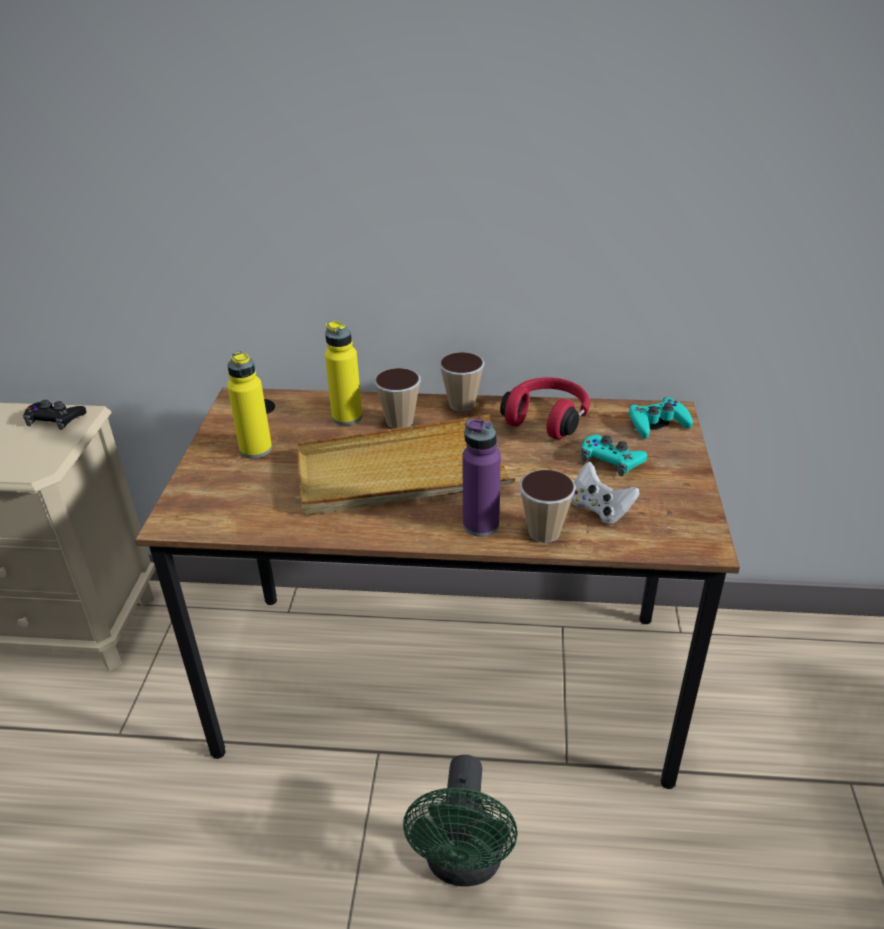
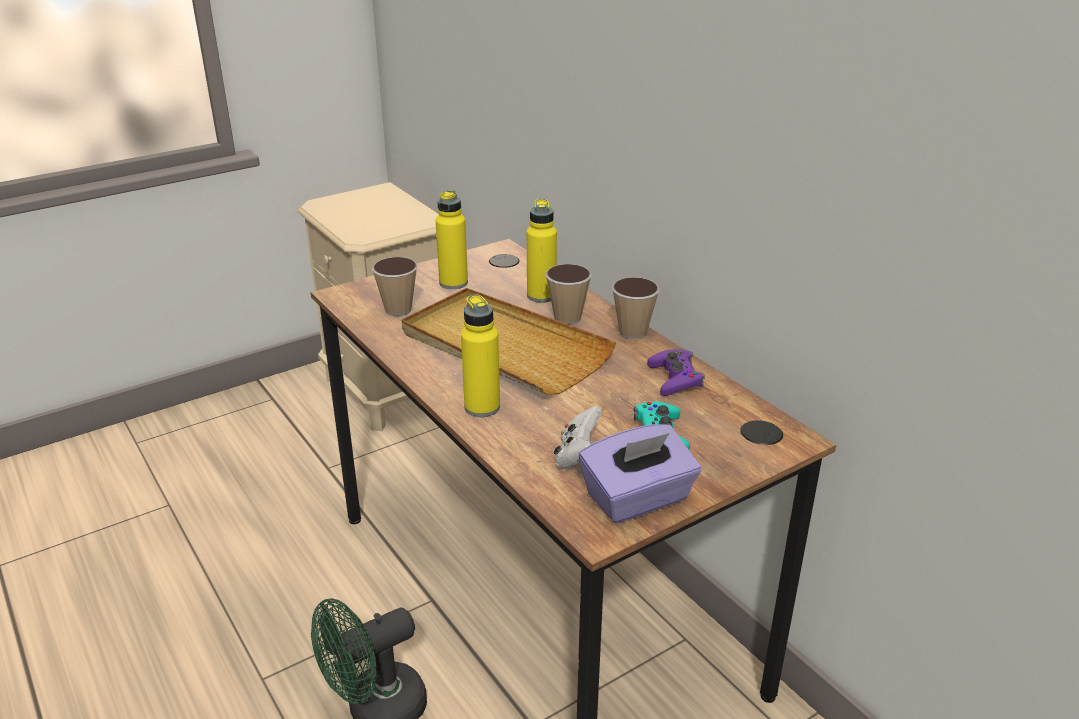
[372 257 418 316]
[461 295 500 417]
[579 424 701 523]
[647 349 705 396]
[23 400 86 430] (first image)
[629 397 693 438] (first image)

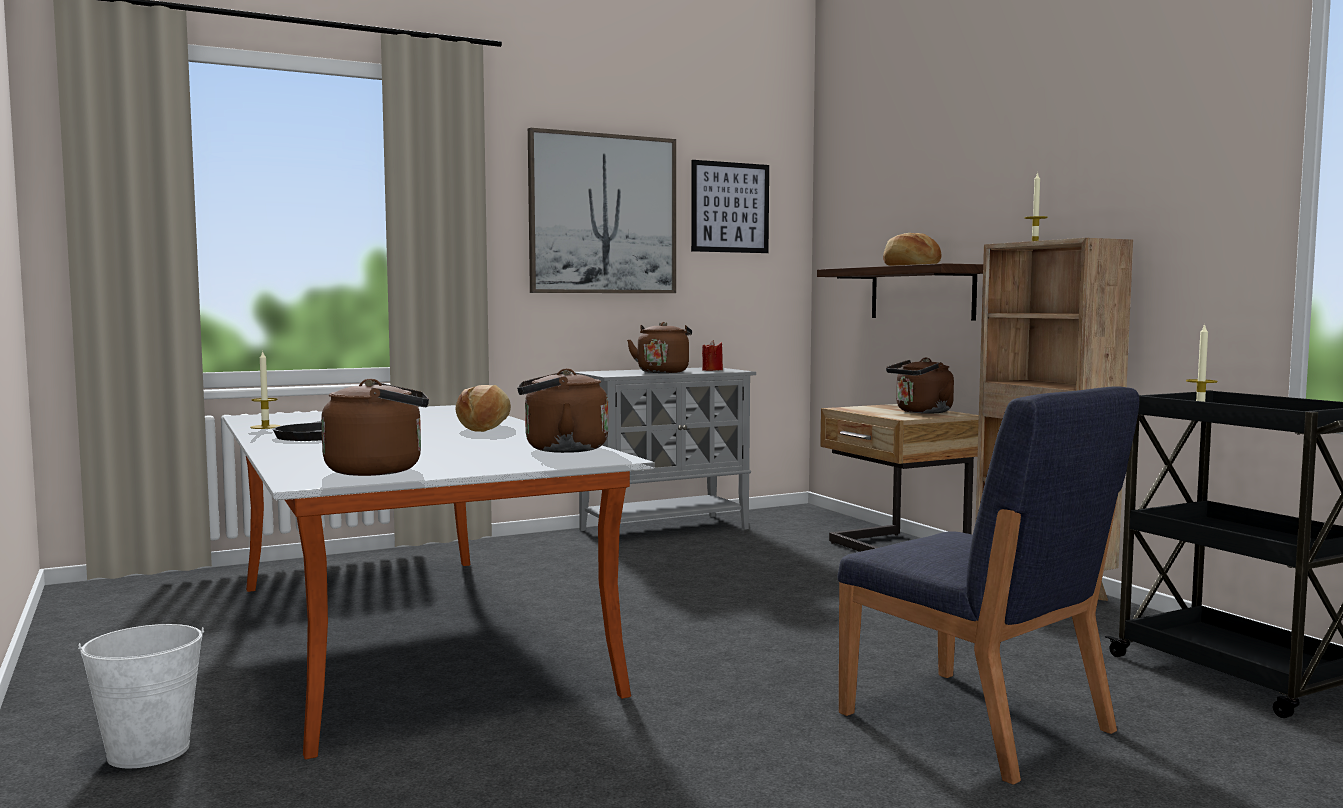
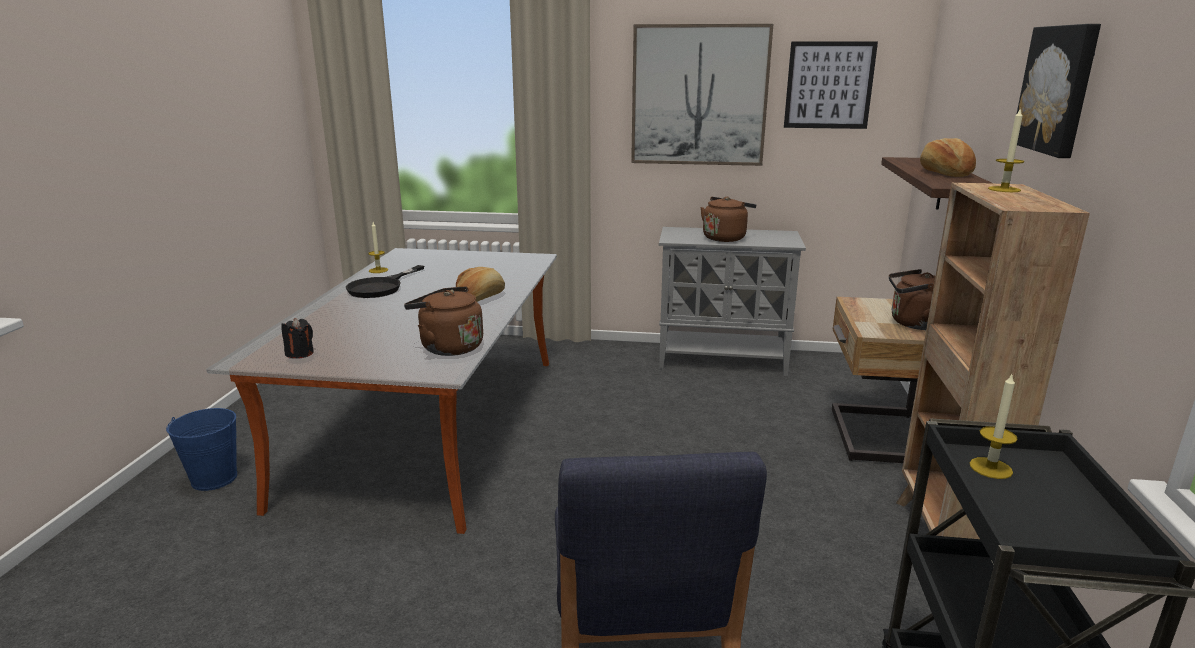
[166 408 237 491]
[281 318 314 358]
[1016 24 1101 158]
[702 340 723 371] (first image)

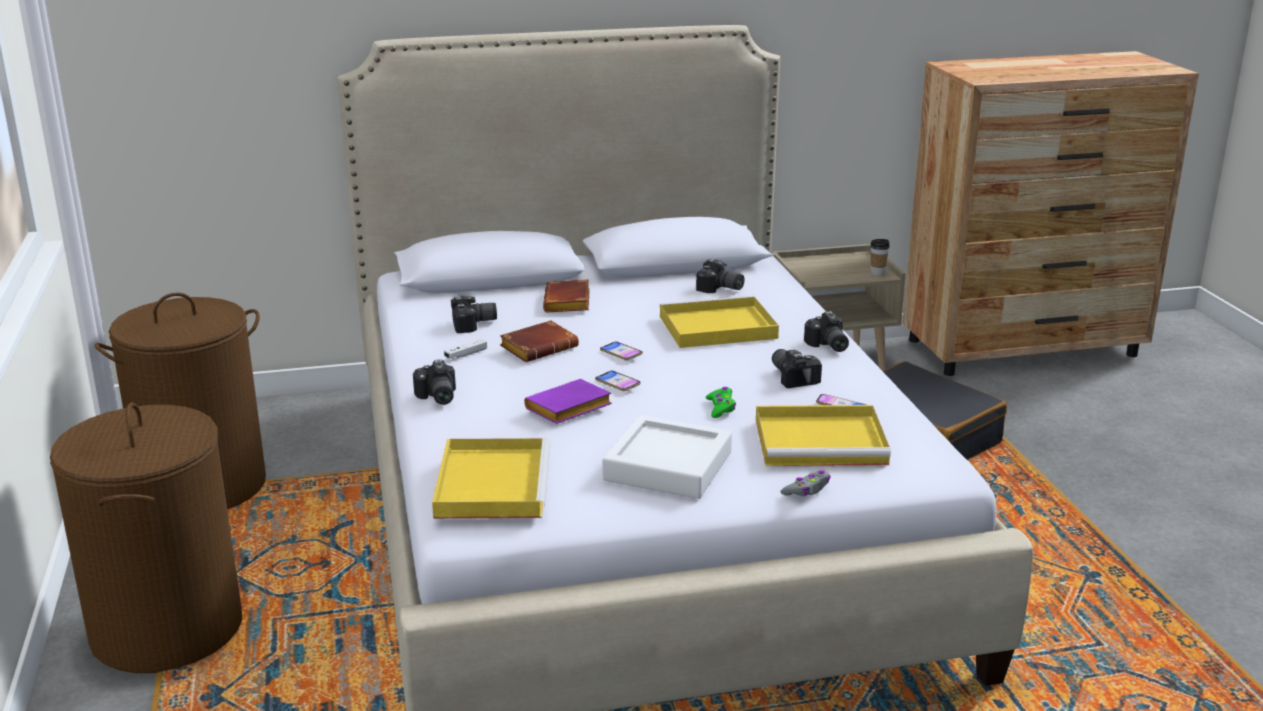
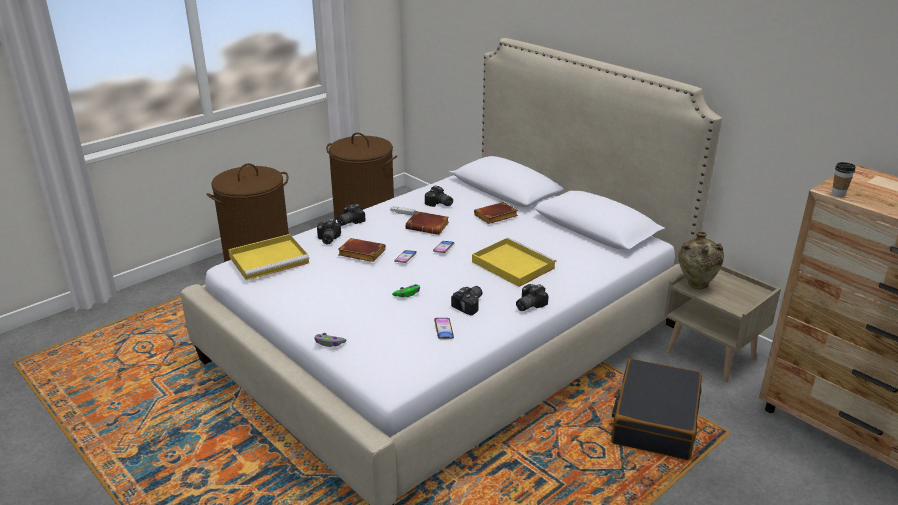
[317 219 341 244]
[338 238 386 262]
[678 232 724 289]
[832 162 855 197]
[602 415 732 499] (first image)
[756 405 891 466] (first image)

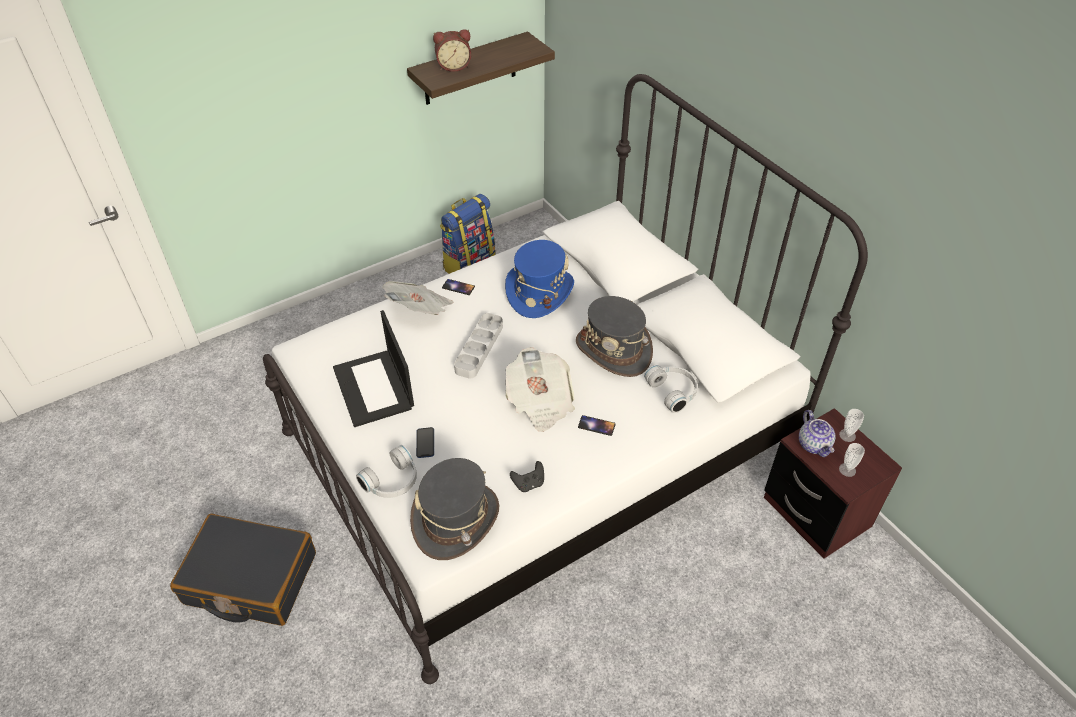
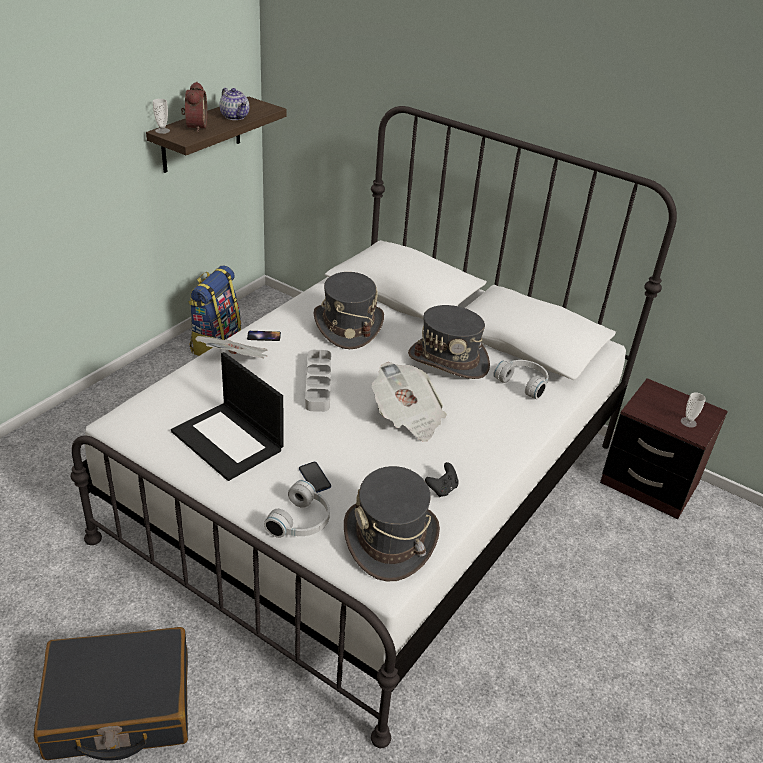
[153 99 170 134]
[181 82 207 132]
[219 88 249 120]
[314 272 384 349]
[578 415 616 436] (first image)

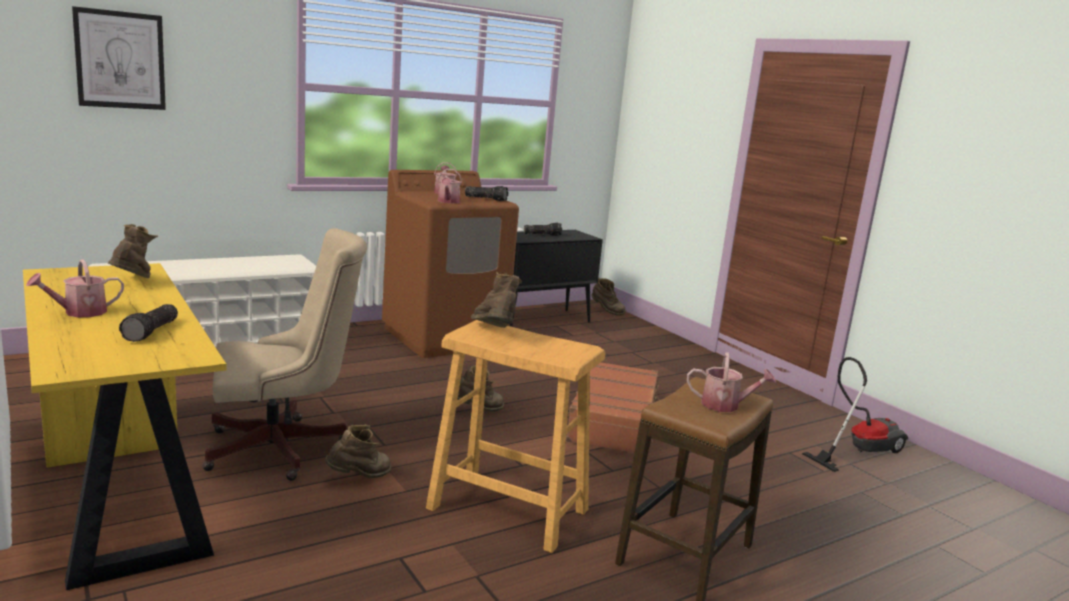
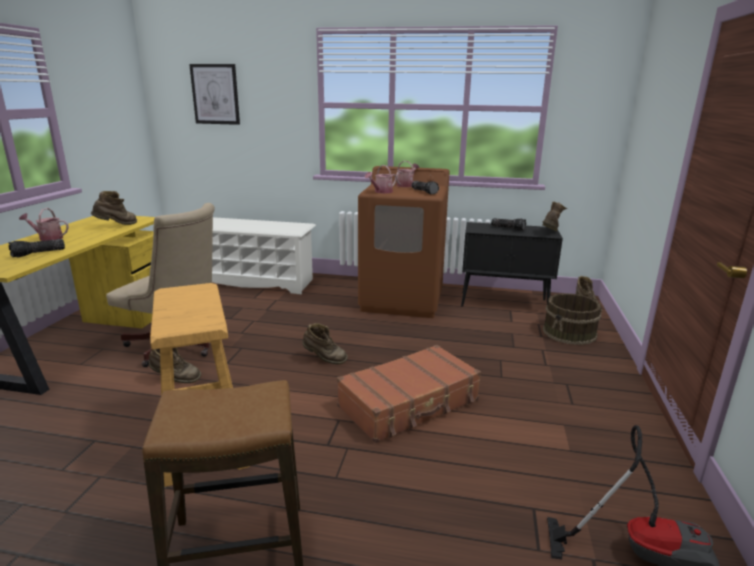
[542 201 567 231]
[543 293 602 345]
[687 352 776 412] (first image)

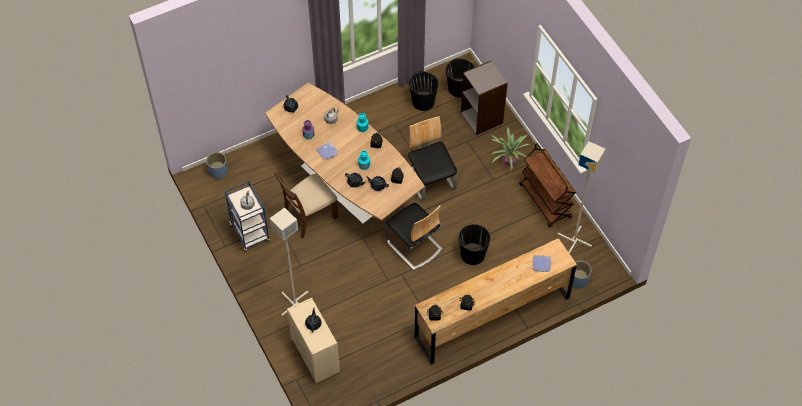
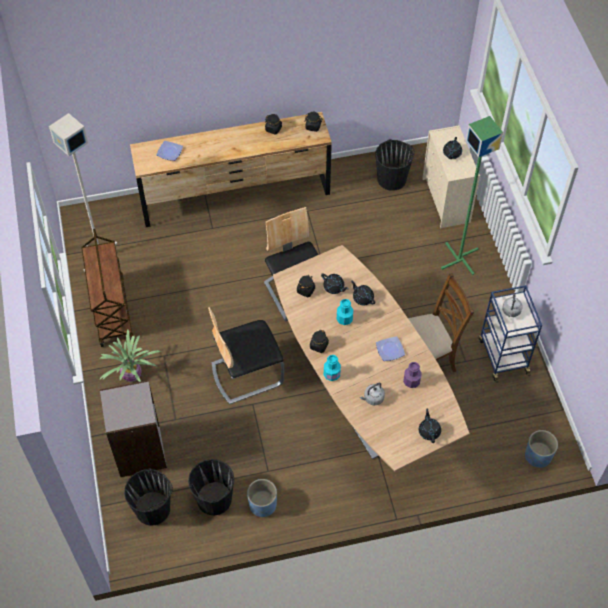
[208 307 284 405]
[247 479 277 517]
[375 139 415 191]
[441 116 503 275]

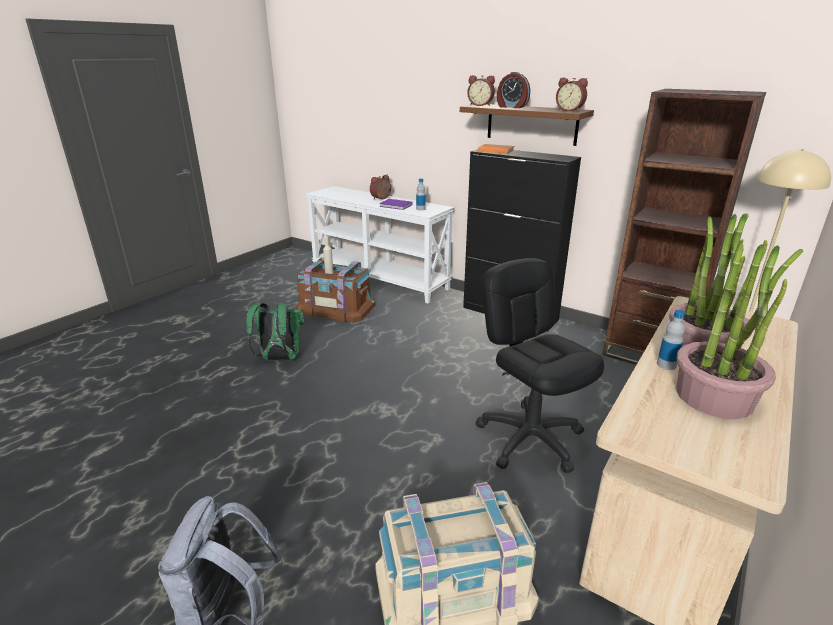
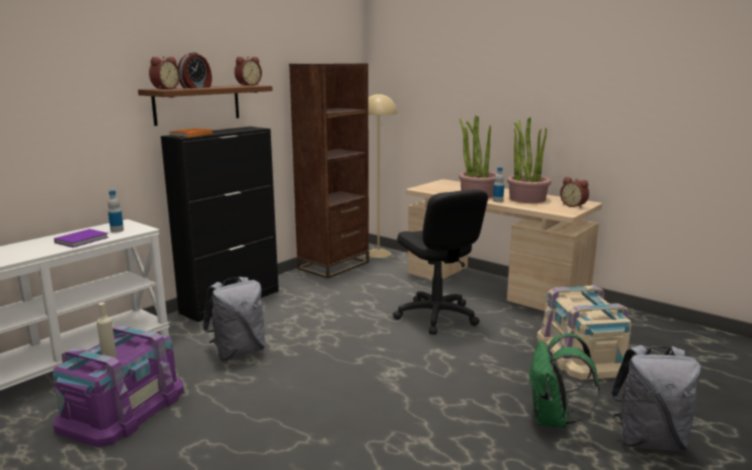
[53 325 184 447]
[203 277 265 361]
[393 189 488 335]
[528 333 600 428]
[560 177 589 208]

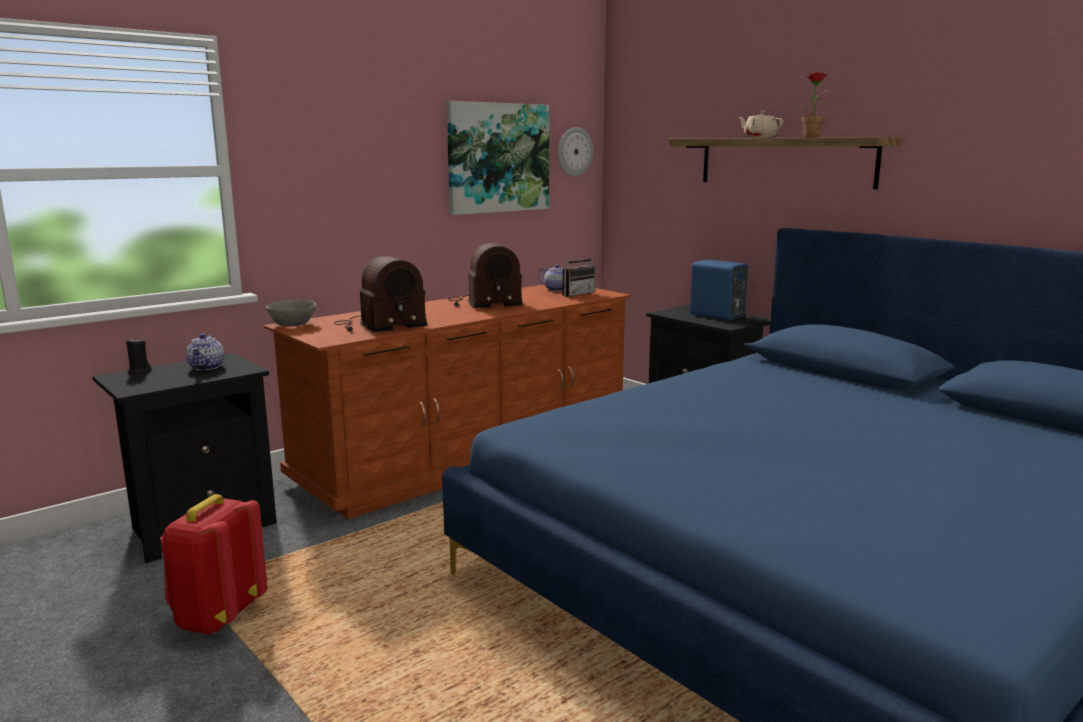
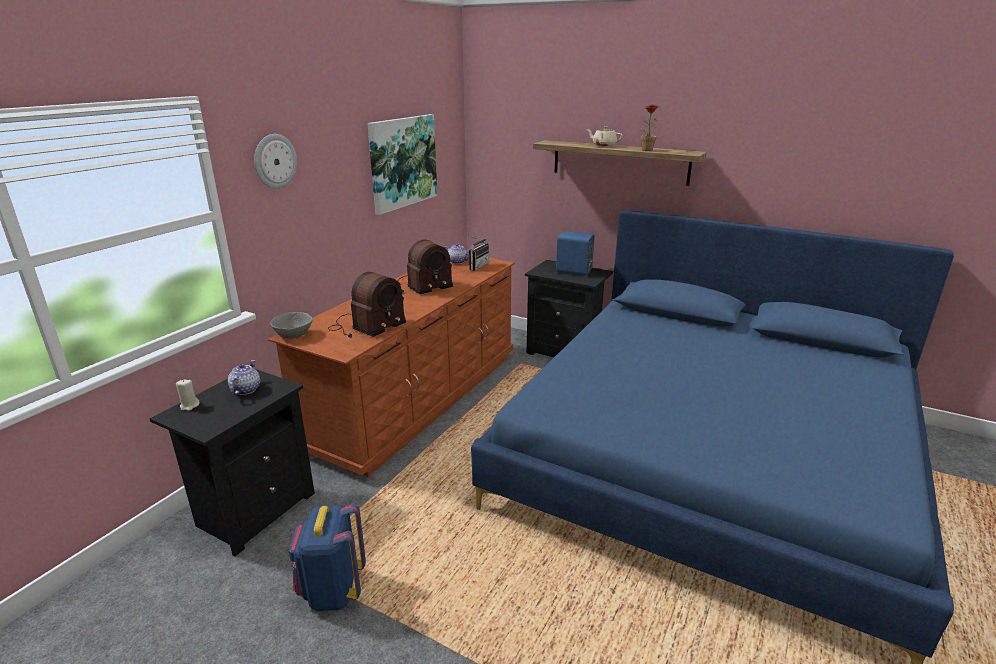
[176 379 200 411]
[228 360 260 395]
[254 134 297 189]
[289 504 366 611]

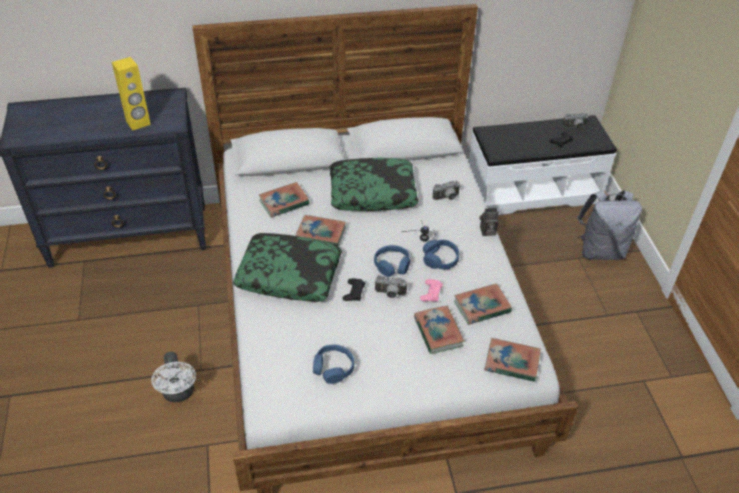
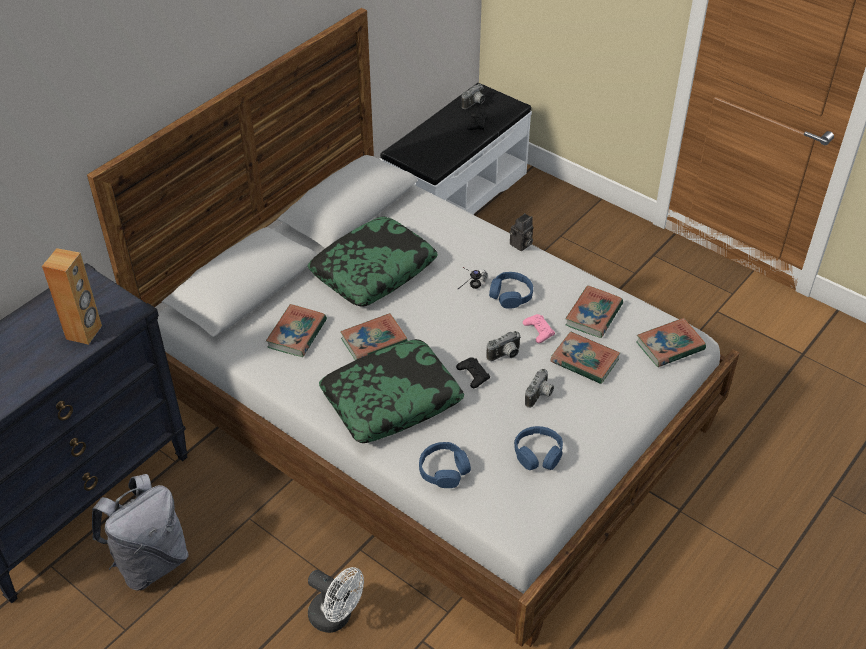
[42 248 102 345]
[92 474 188 591]
[419 442 471 488]
[525 369 554 408]

